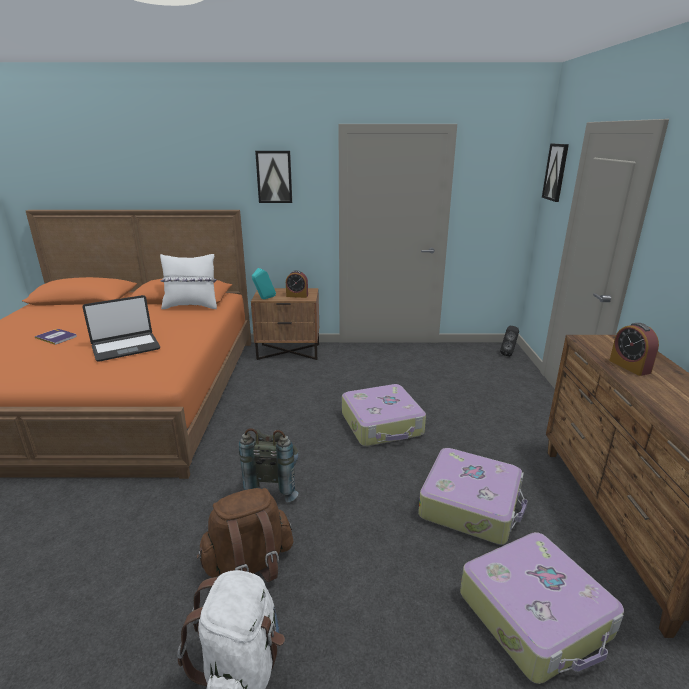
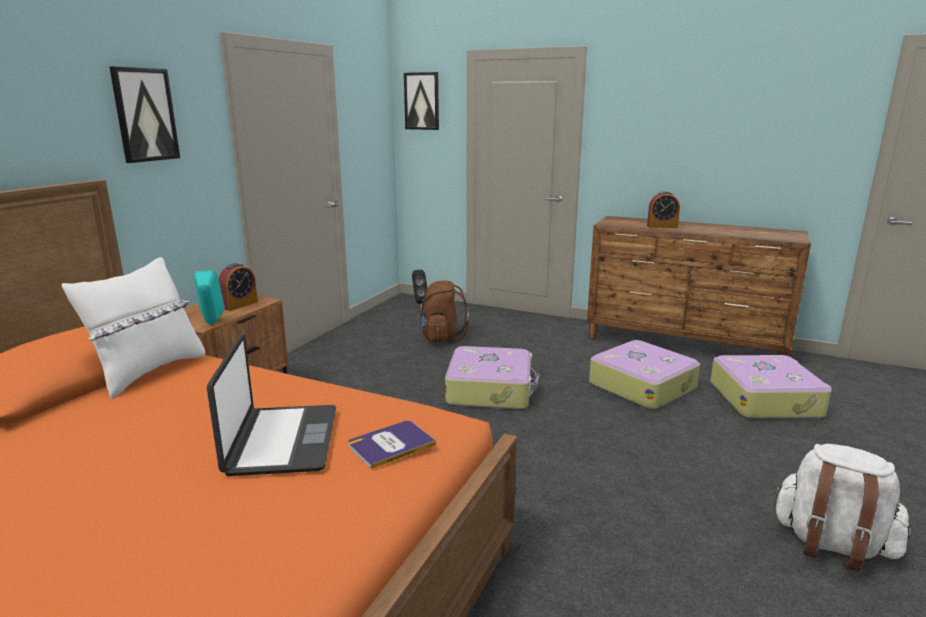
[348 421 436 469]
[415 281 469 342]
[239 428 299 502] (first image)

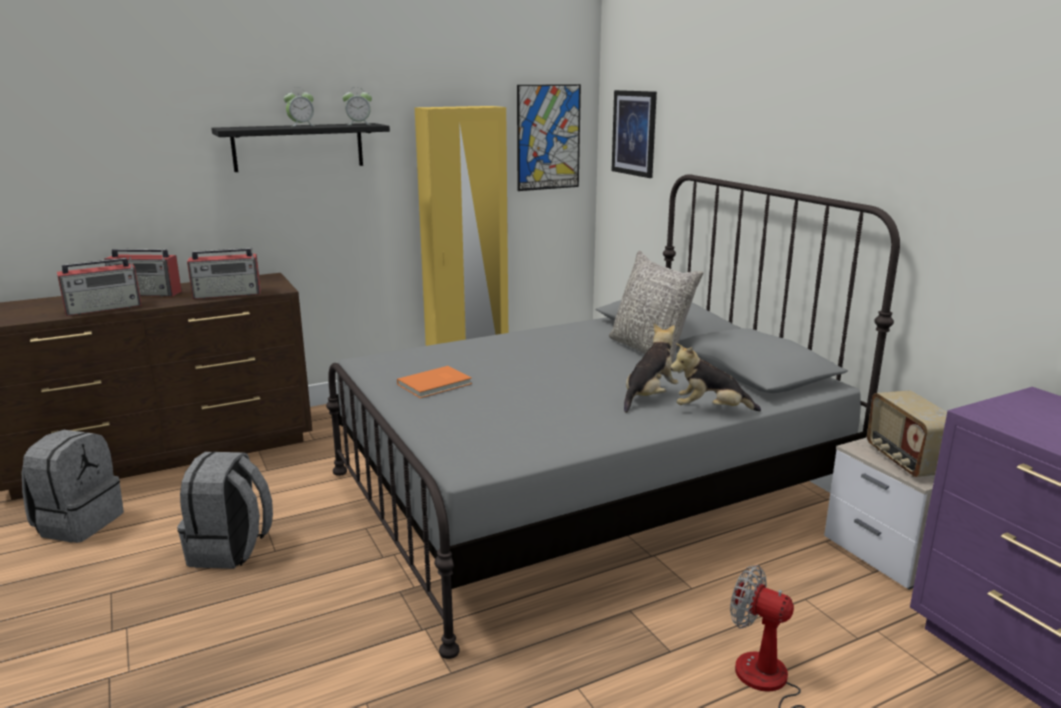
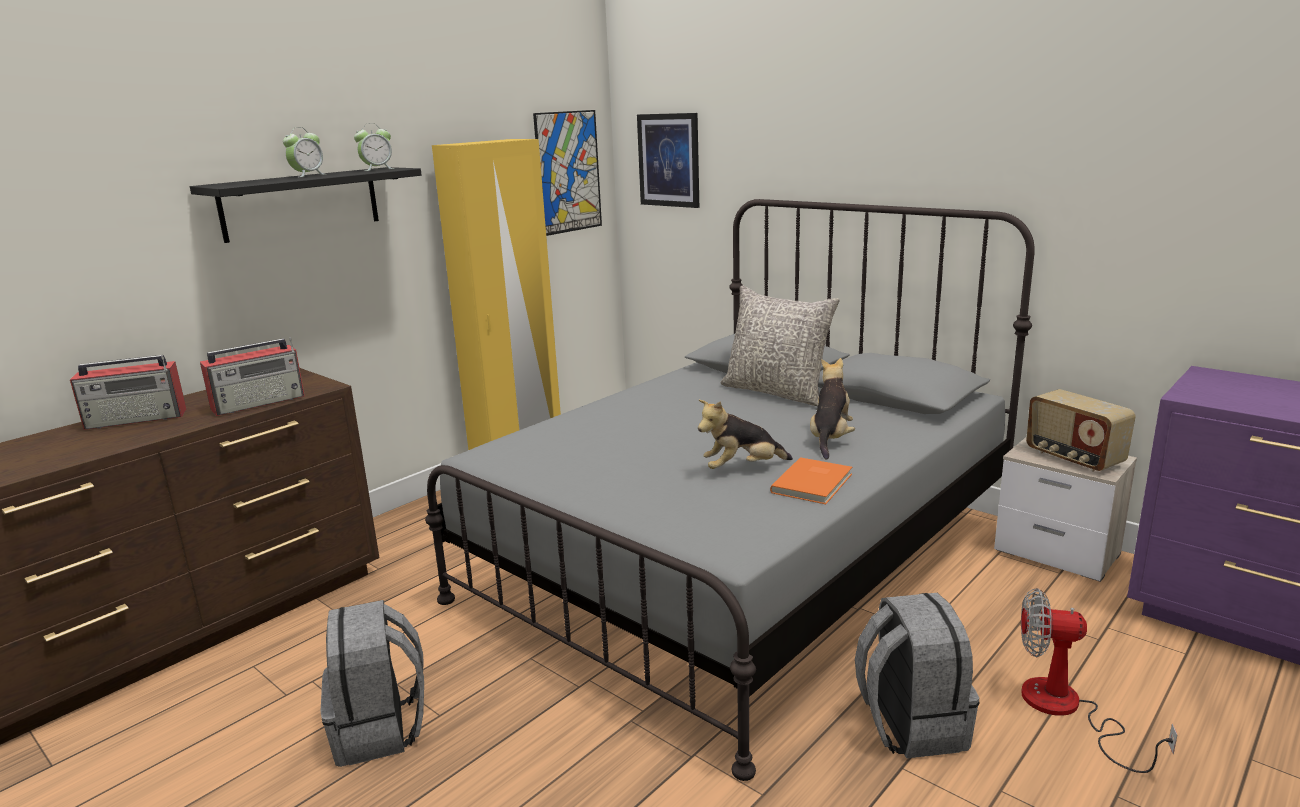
[698 400 793 469]
[770 457 852 504]
[855 593 979 758]
[57 257 142 316] (first image)

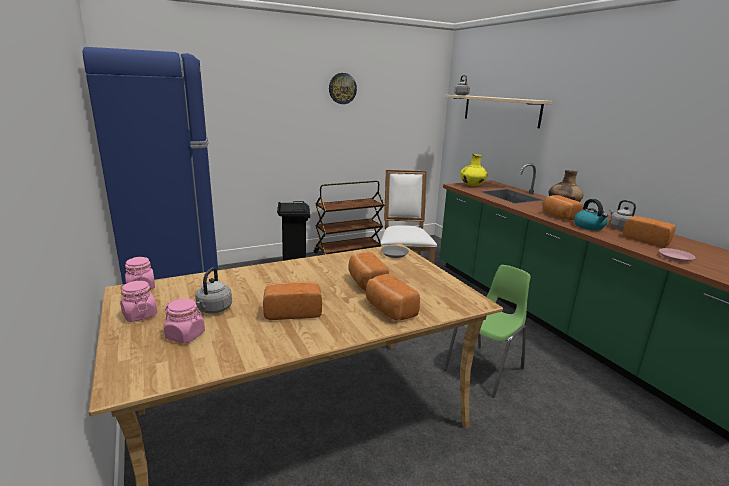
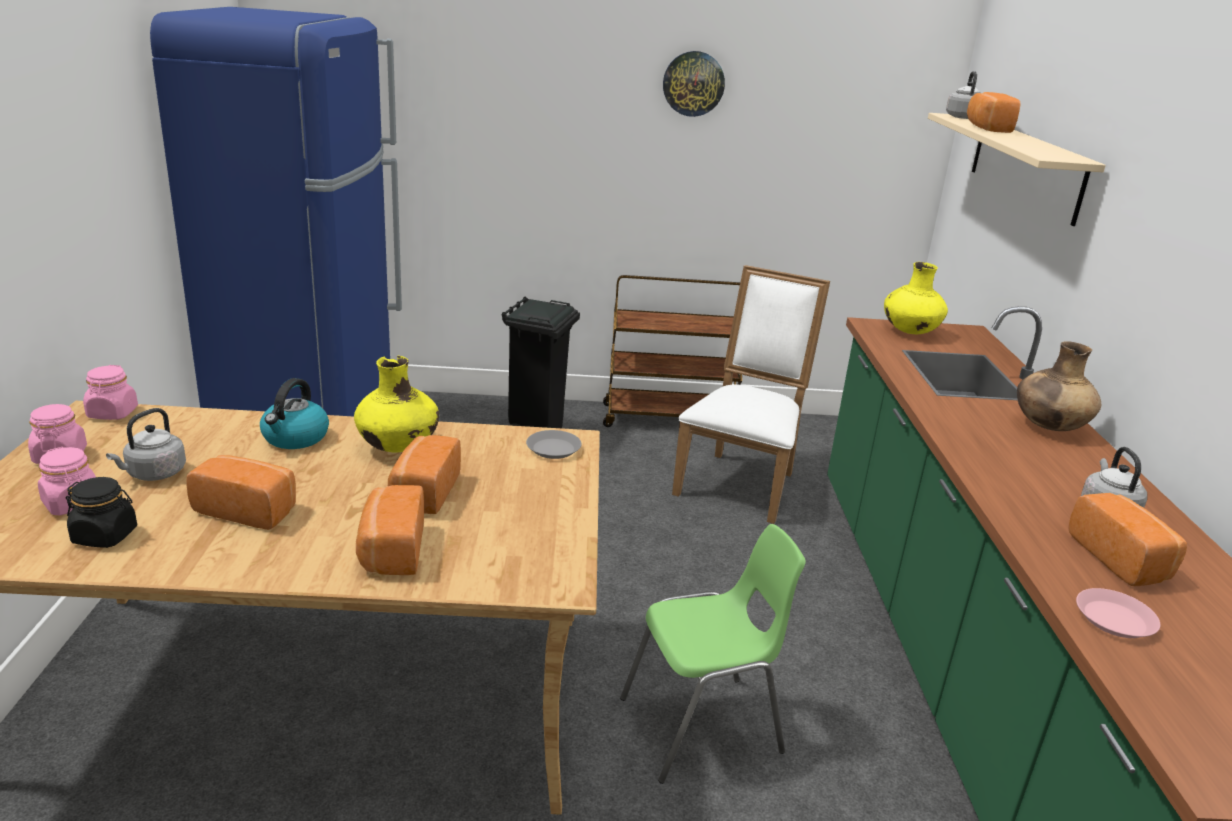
[66 477 137 548]
[260 378 329 449]
[354 355 439 453]
[967 92 1021 133]

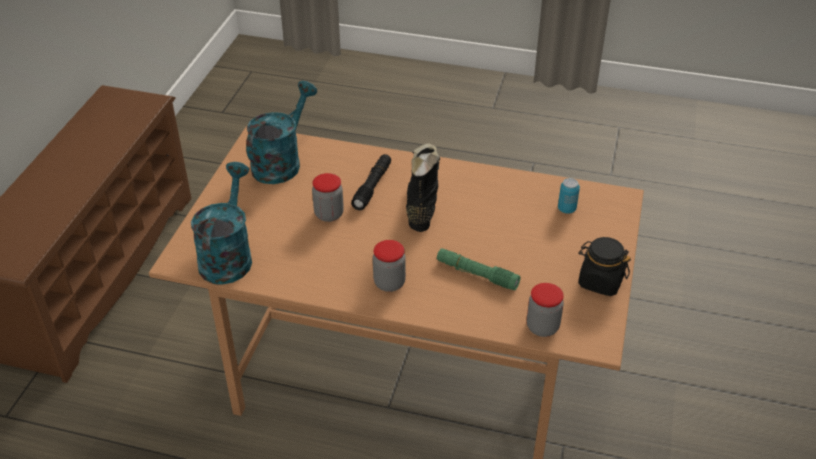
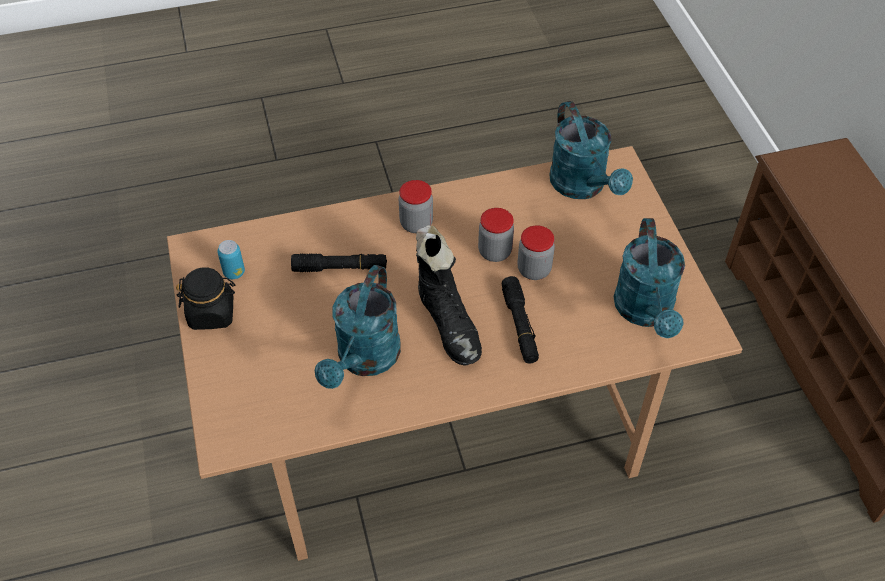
[217 240 245 279]
[291 253 387 272]
[315 265 401 389]
[478 208 514 262]

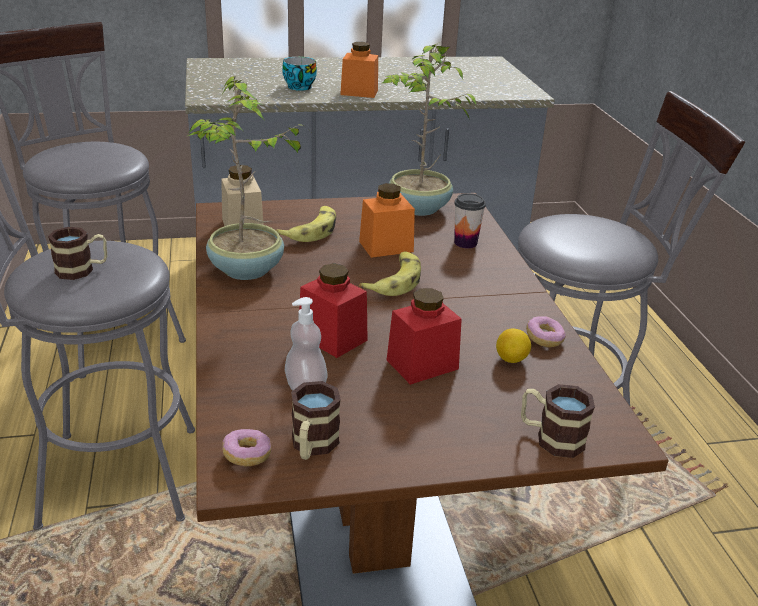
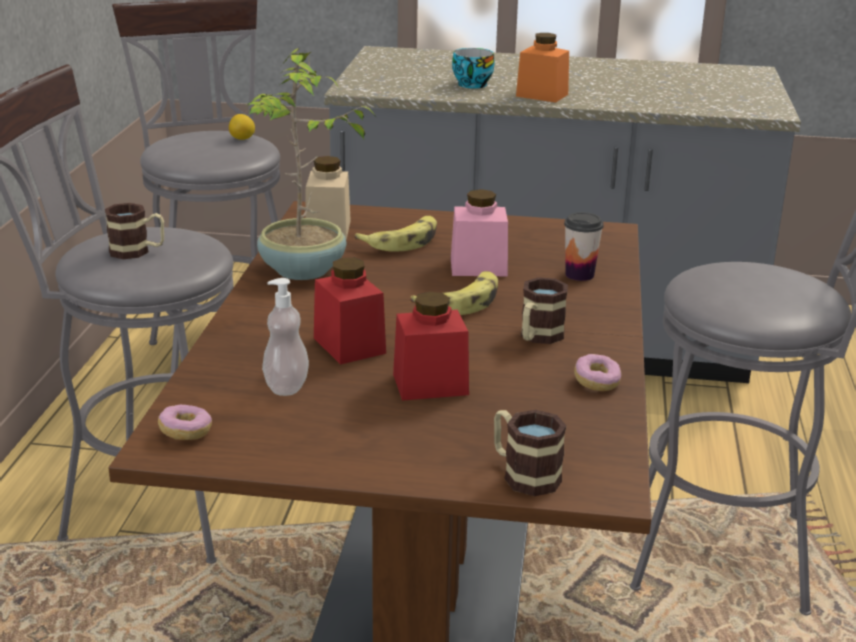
[229 114 255 140]
[451 189 508 276]
[521 277 568 344]
[383 42 477 216] (first image)

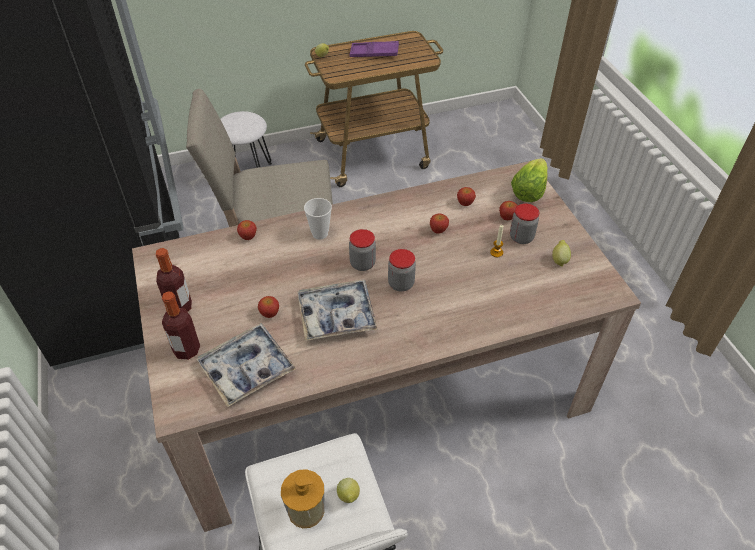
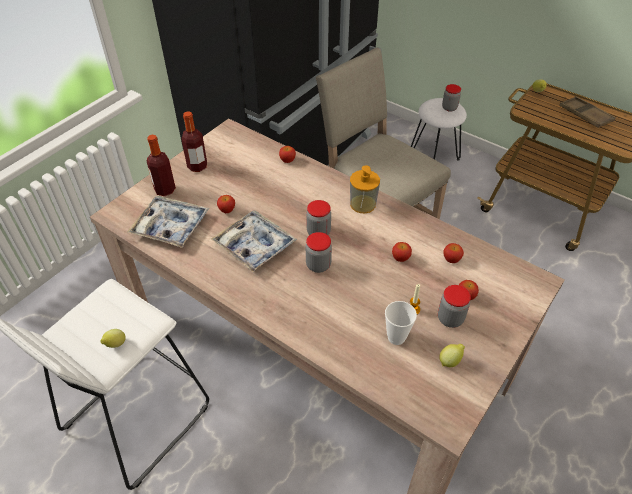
[350 165 380 213]
[385 301 417 345]
[442 84 461 112]
[560 96 616 128]
[511 158 547 202] (first image)

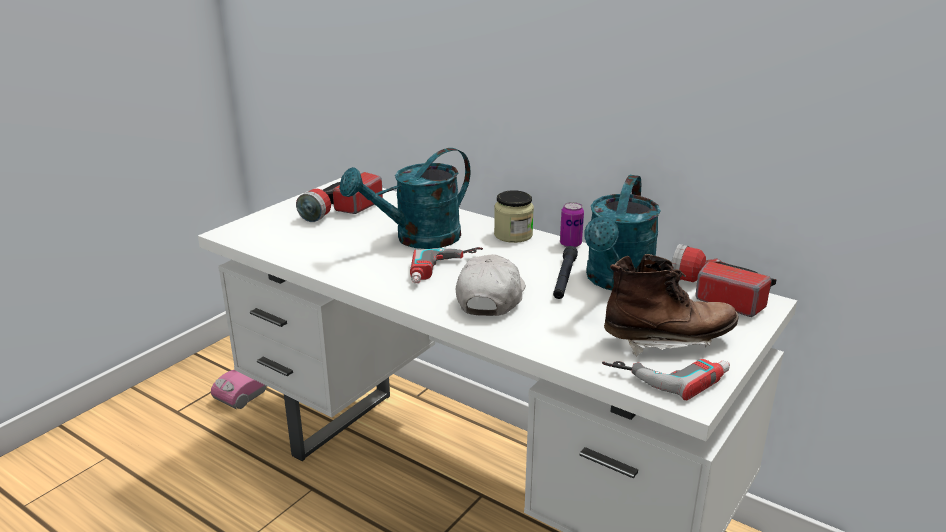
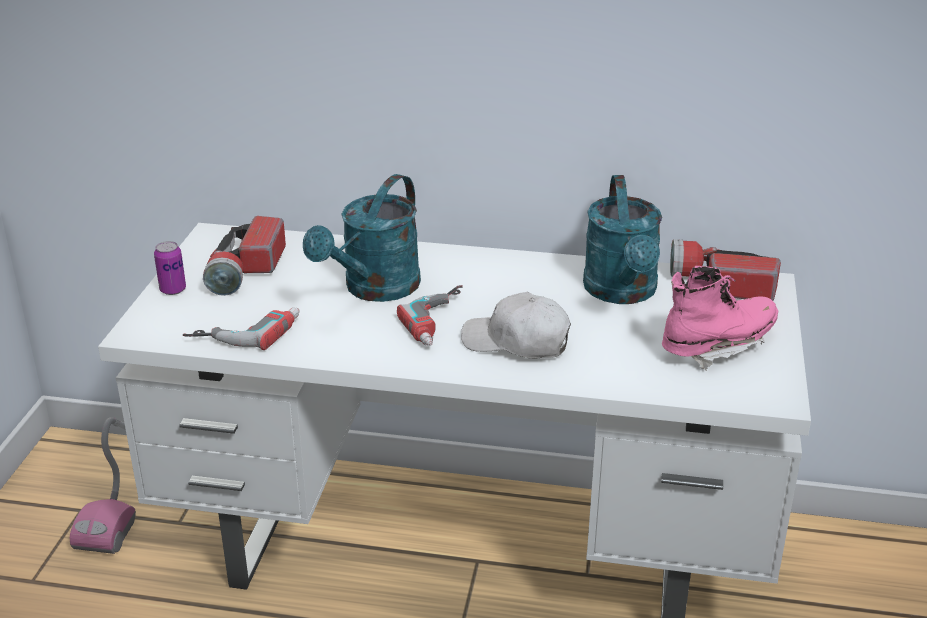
[154 241 186 295]
[183 308 300 350]
[461 292 571 359]
[662 266 778 370]
[494 190 534 243] (first image)
[553 246 578 299] (first image)

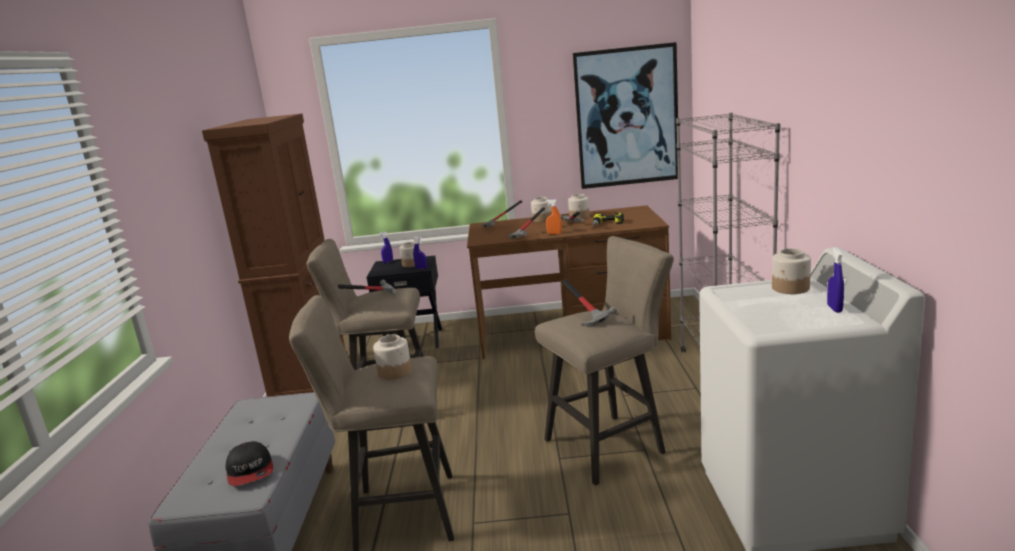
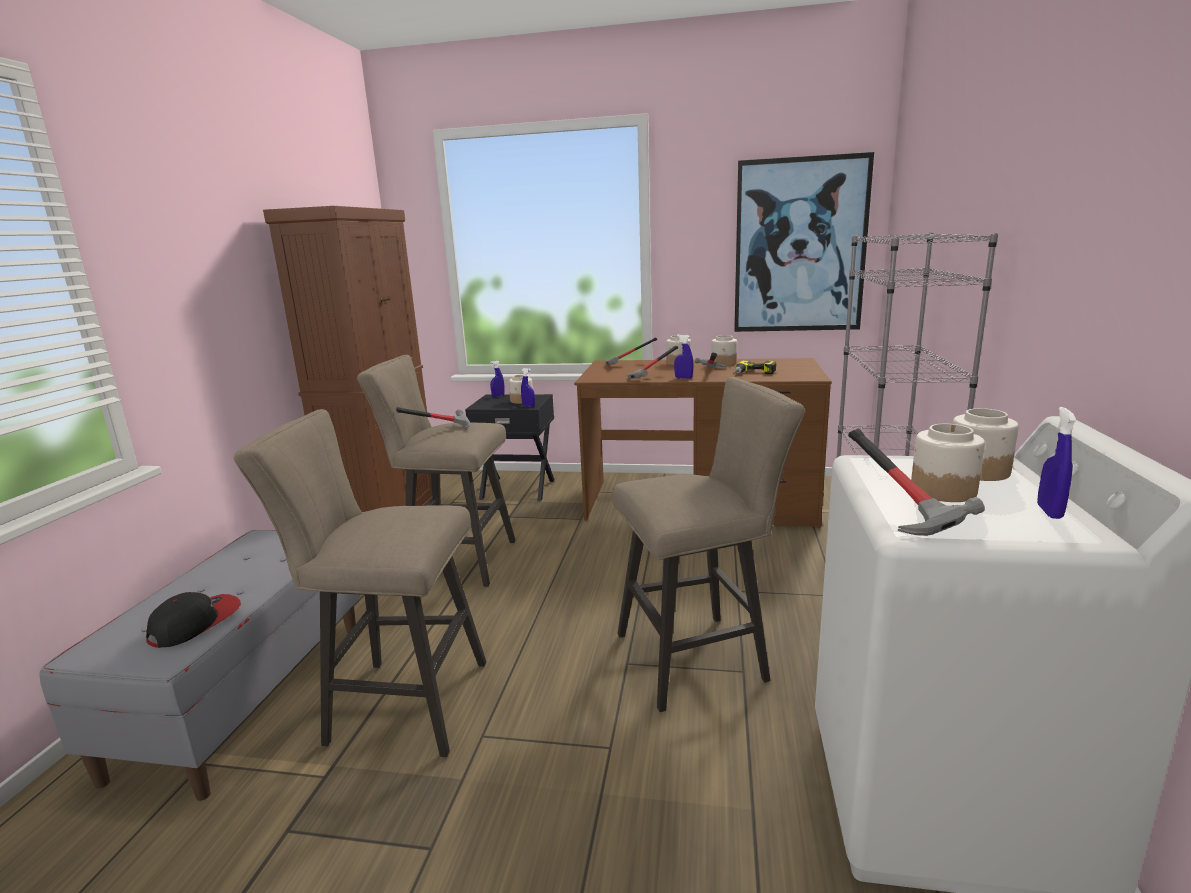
[146 592 241 648]
[674 334 694 379]
[848 429 985 536]
[911 424 985 502]

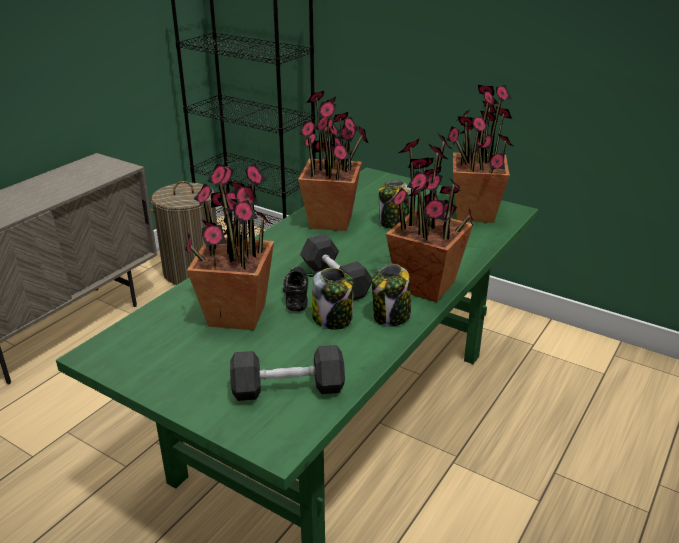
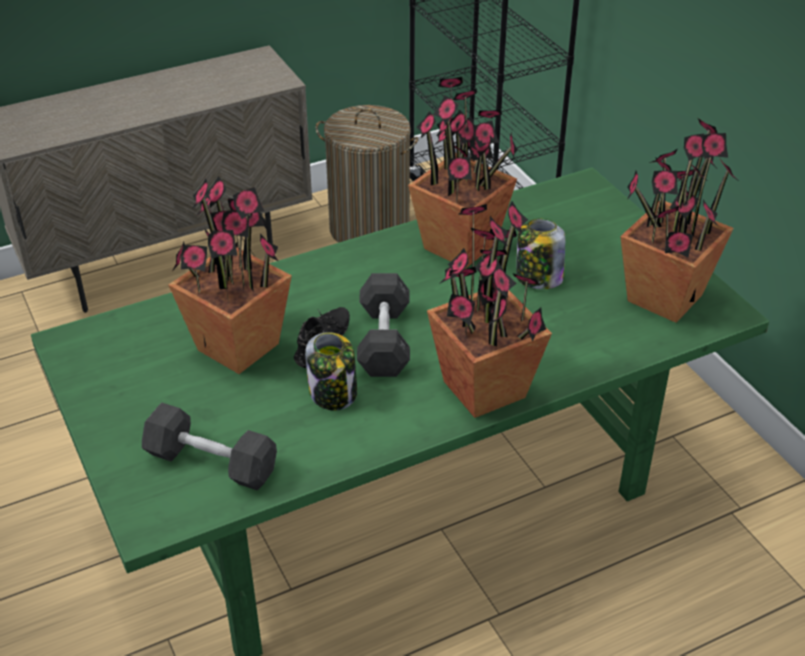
[372 264 411 327] (first image)

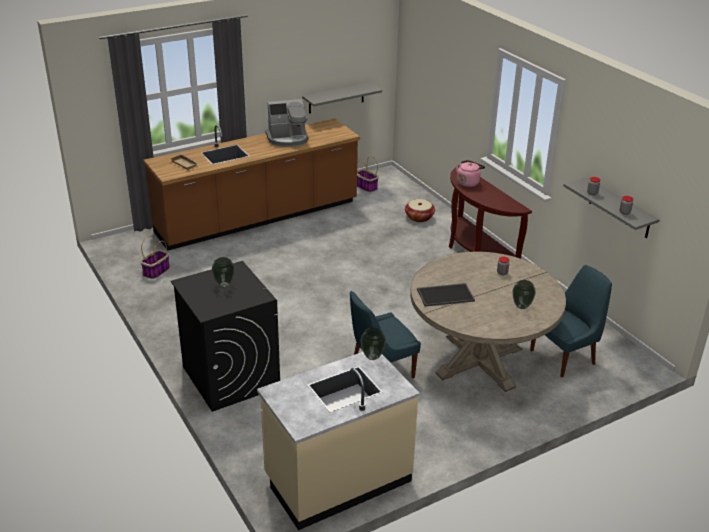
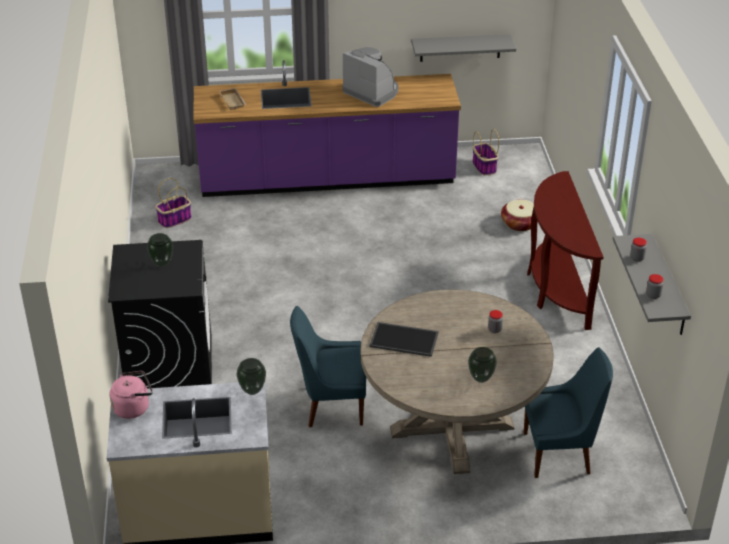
[110 371 153 419]
[193 60 461 197]
[342 47 398 107]

